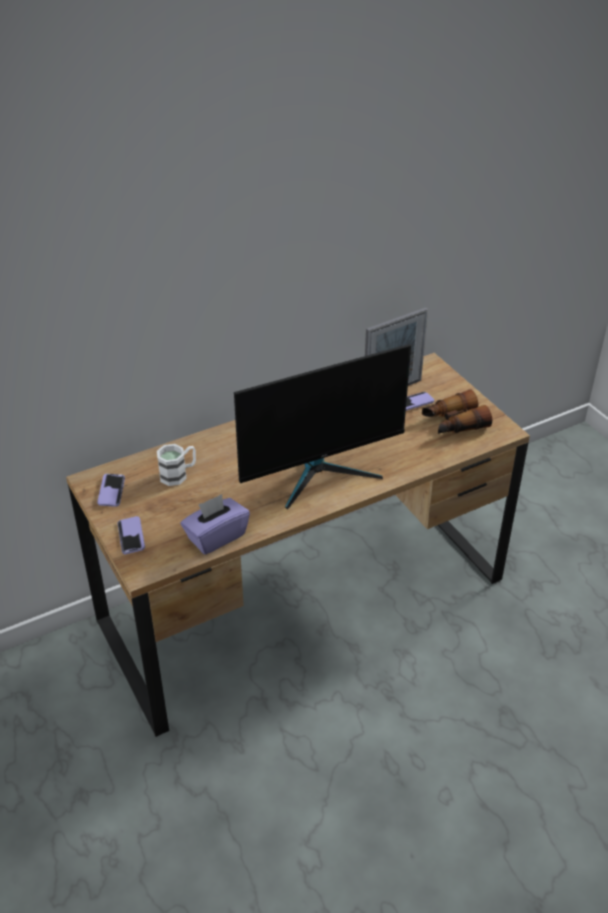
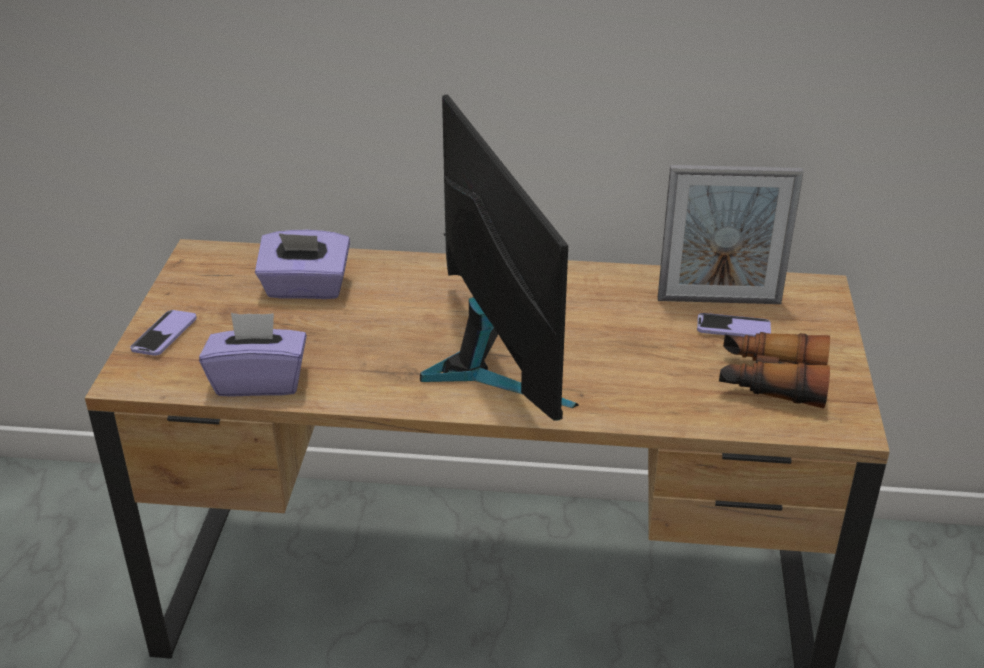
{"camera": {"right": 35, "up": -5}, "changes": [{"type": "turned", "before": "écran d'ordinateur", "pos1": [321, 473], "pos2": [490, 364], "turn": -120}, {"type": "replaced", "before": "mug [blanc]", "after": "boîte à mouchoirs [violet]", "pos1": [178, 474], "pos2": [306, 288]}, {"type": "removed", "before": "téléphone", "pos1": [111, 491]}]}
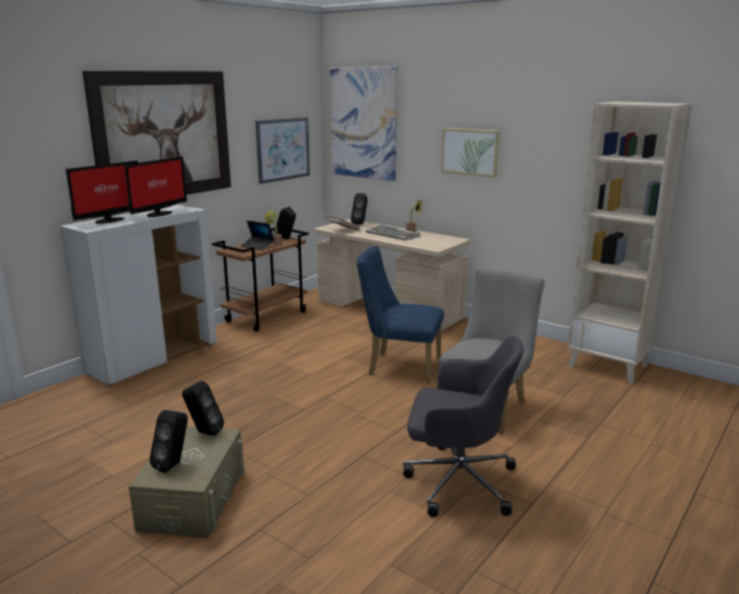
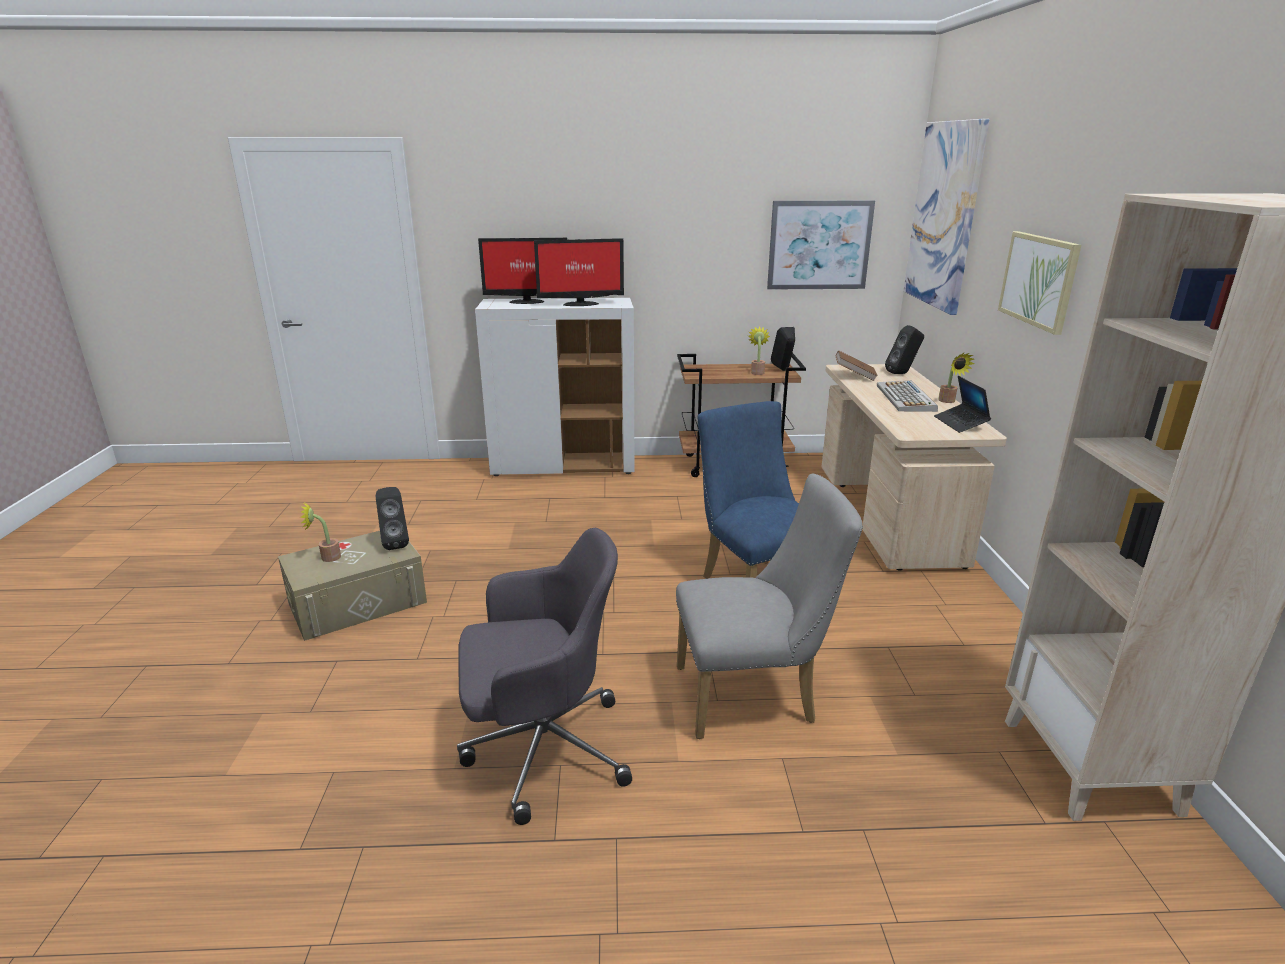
{"camera": {"right": 50, "up": 5}, "changes": [{"type": "removed", "before": "tableau", "pos1": [164, 135]}, {"type": "moved", "before": "ordinateur portable", "pos1": [257, 246], "pos2": [960, 423]}, {"type": "turned", "before": "chaise de bureau [gris]", "pos1": [457, 481], "pos2": [542, 748], "turn": -75}, {"type": "replaced", "before": "enceinte [noir]", "after": "plante en pot", "pos1": [174, 465], "pos2": [327, 557]}]}
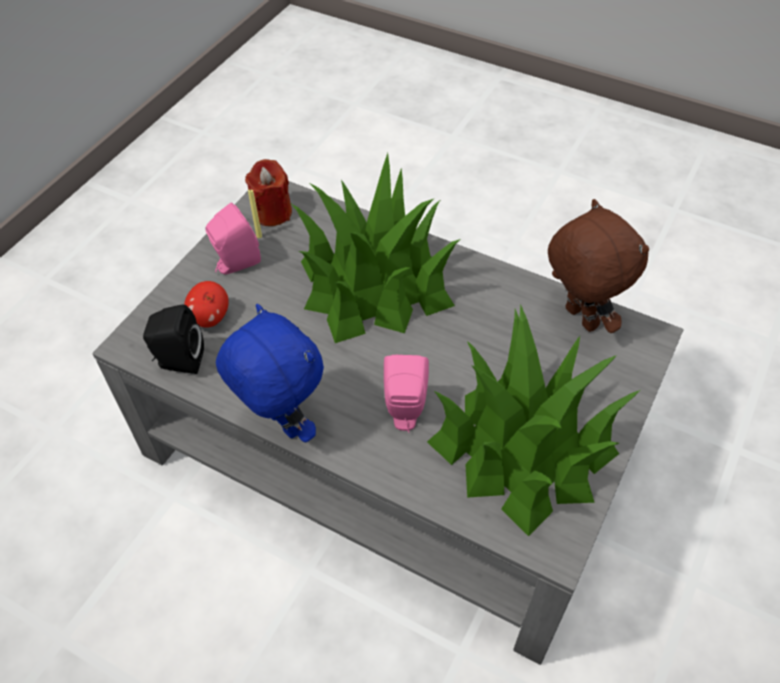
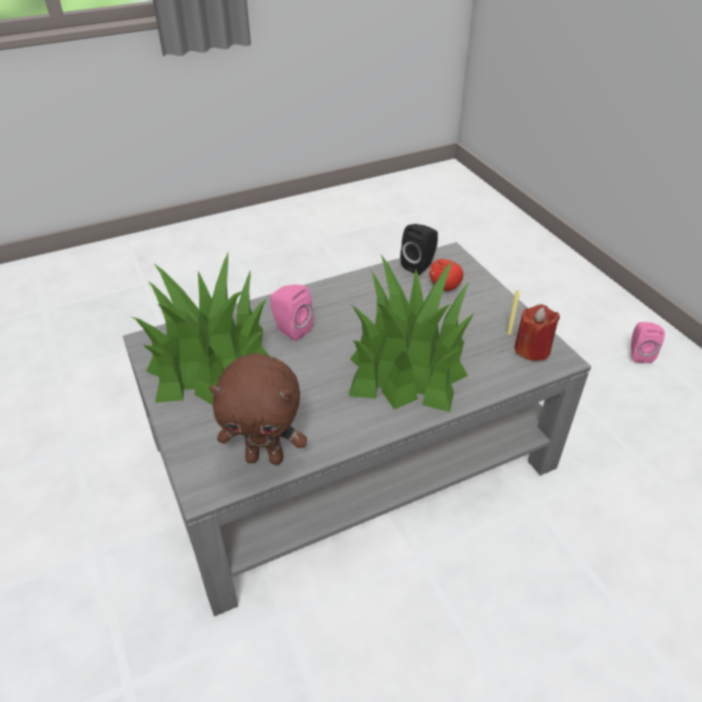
{"camera": {"right": 125, "up": -10}, "changes": [{"type": "moved", "before": "enceinte [rose]", "pos1": [235, 263], "pos2": [638, 354]}, {"type": "removed", "before": "peluche [bleu]", "pos1": [281, 424]}]}
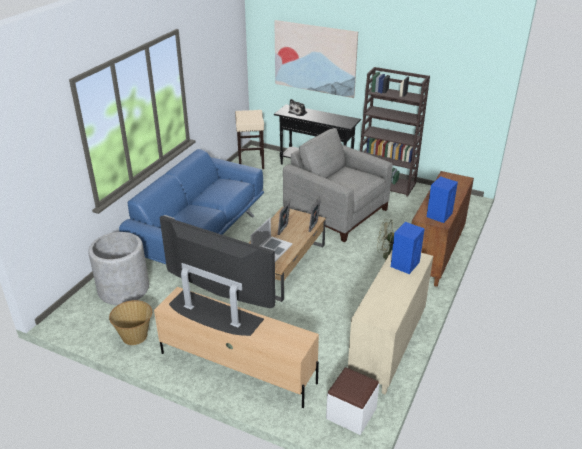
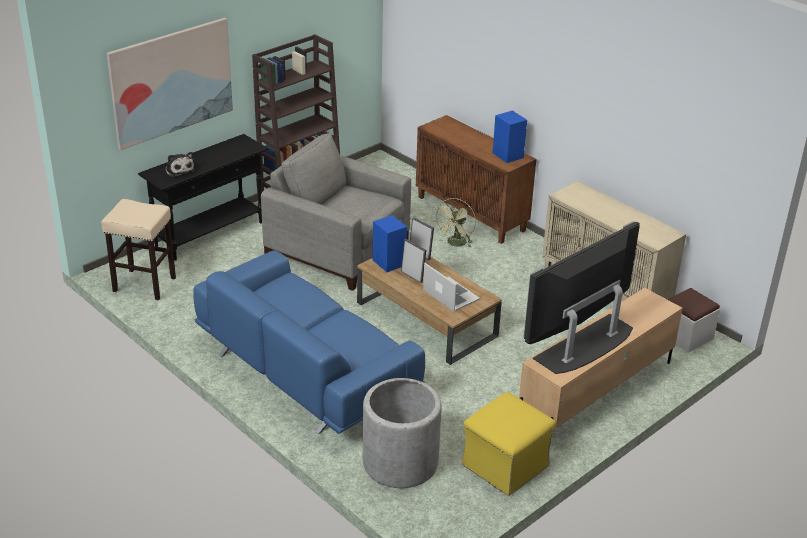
{"camera": {"right": -70, "up": 0}, "changes": [{"type": "turned", "before": "fauteuil [gris]", "pos1": [337, 212], "pos2": [339, 249], "turn": 60}, {"type": "moved", "before": "enceinte [bleu]", "pos1": [405, 264], "pos2": [388, 262]}, {"type": "replaced", "before": "panier", "after": "pouf [jaune]", "pos1": [135, 335], "pos2": [506, 465]}]}
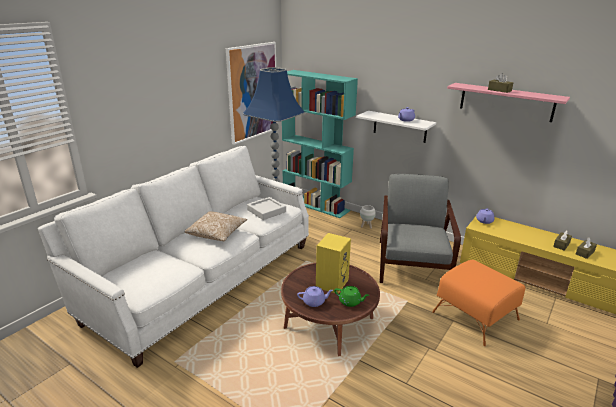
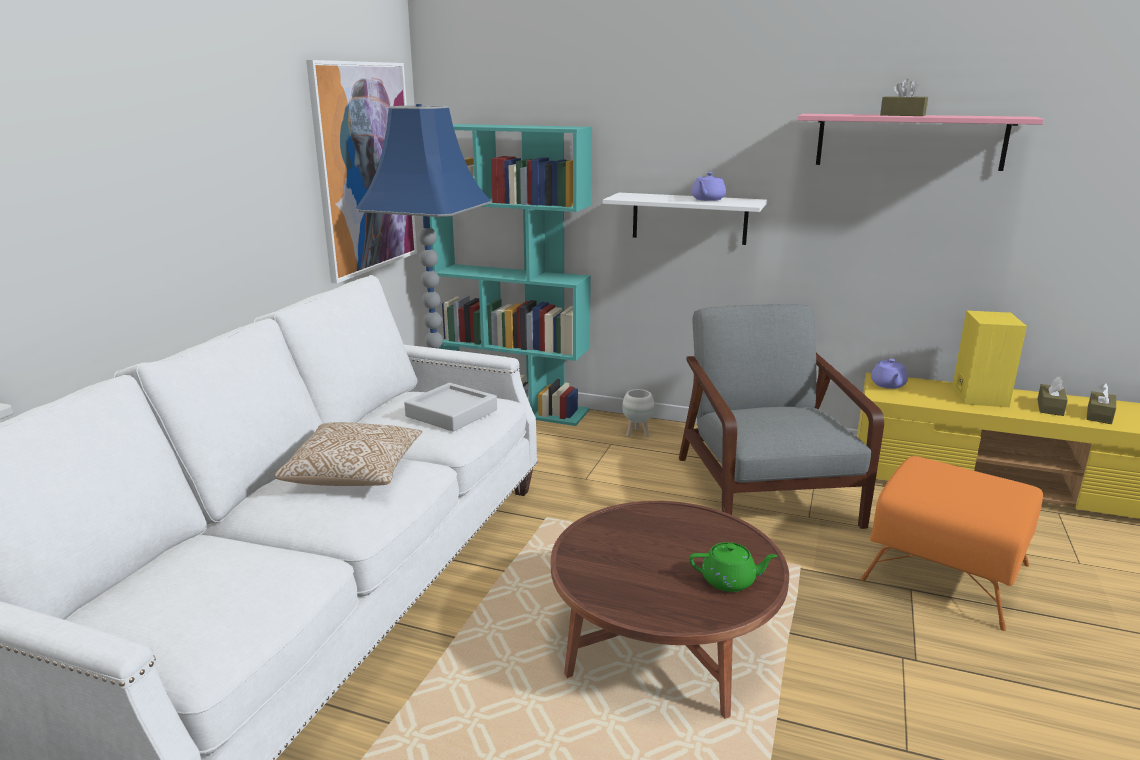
{"camera": {"right": -15, "up": -5}, "changes": [{"type": "moved", "before": "enceinte [jaune]", "pos1": [331, 282], "pos2": [978, 396]}, {"type": "removed", "before": "théière [violet]", "pos1": [314, 302]}]}
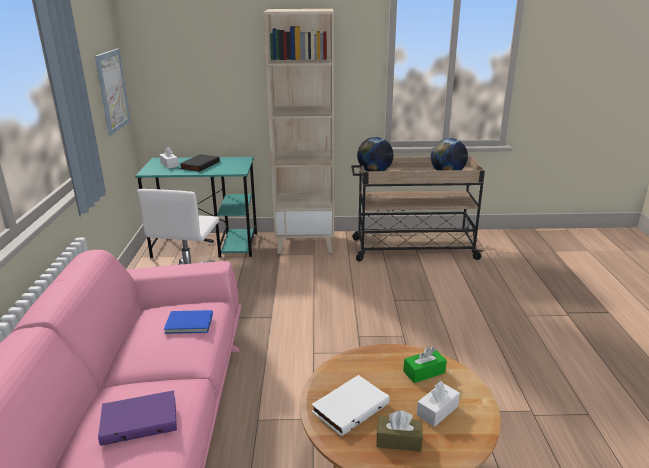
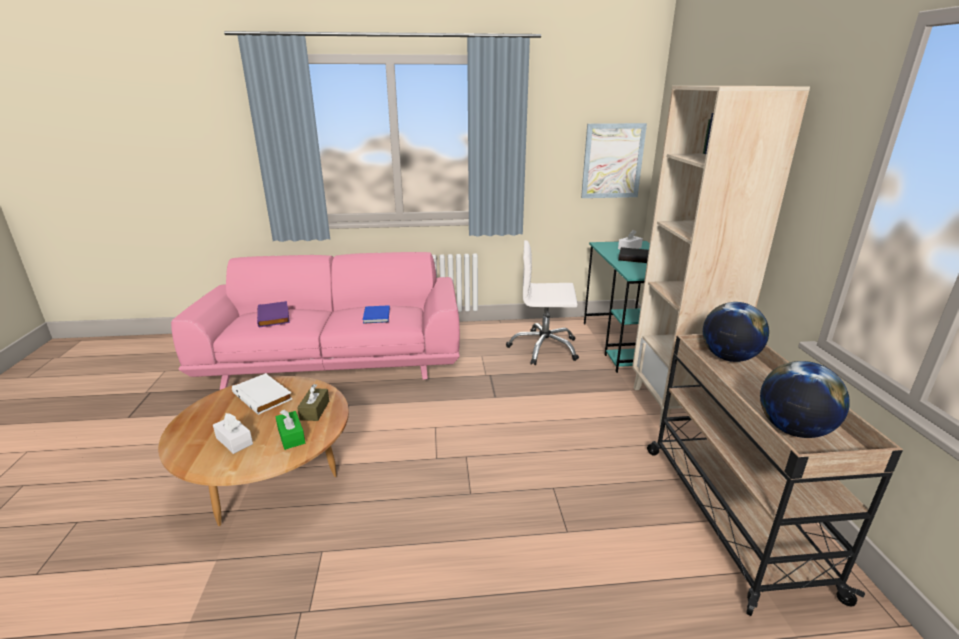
{"camera": {"right": 85, "up": 0}, "changes": [{"type": "moved", "before": "boîte à mouchoirs [marron]", "pos1": [399, 440], "pos2": [314, 410]}]}
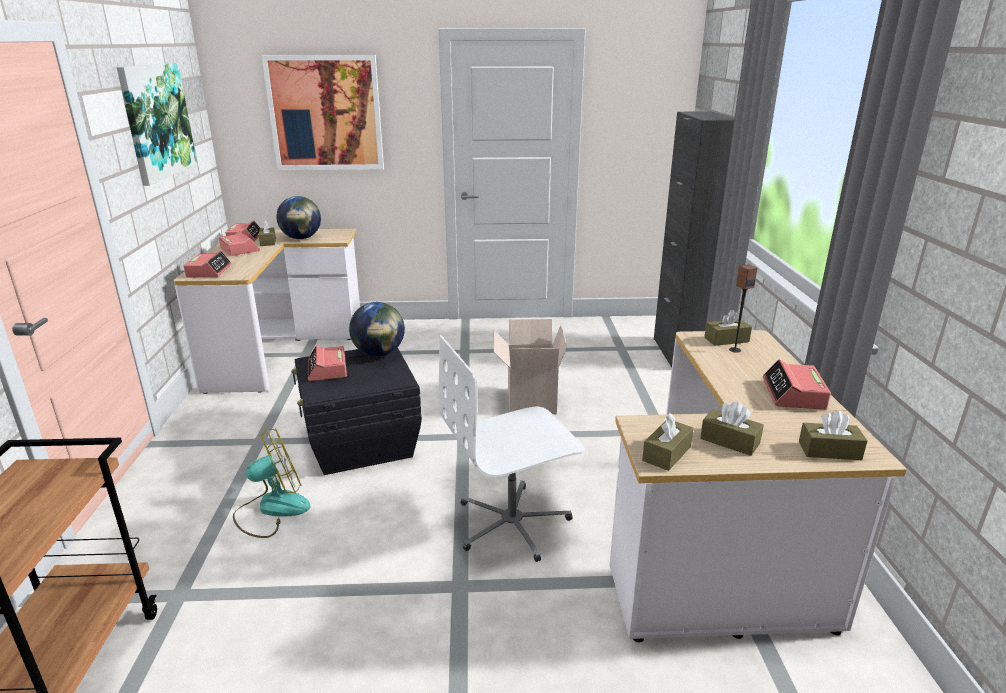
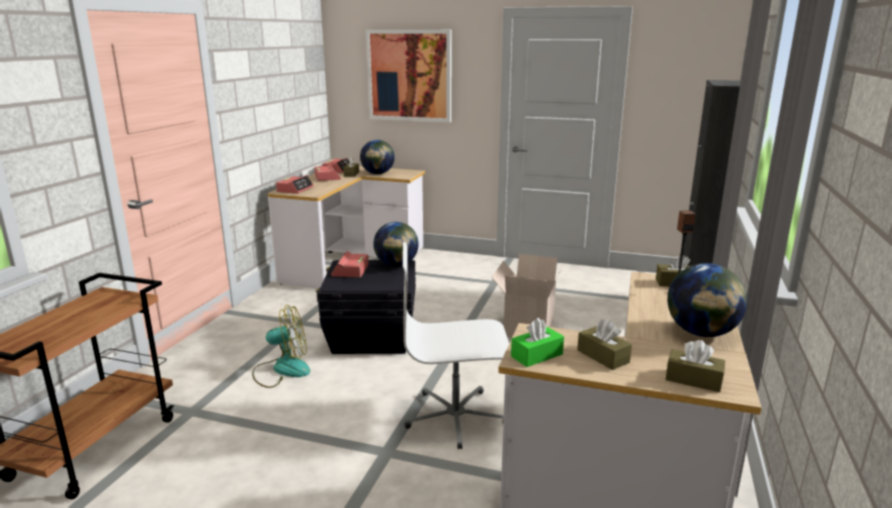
{"camera": {"right": 20, "up": -5}, "changes": [{"type": "removed", "before": "tableau", "pos1": [157, 121]}, {"type": "replaced", "before": "réveil", "after": "globe", "pos1": [793, 394], "pos2": [701, 333]}, {"type": "recoloured", "before": "boîte à mouchoirs [marron]", "after": "boîte à mouchoirs [vert]", "pos1": [666, 453], "pos2": [536, 355]}]}
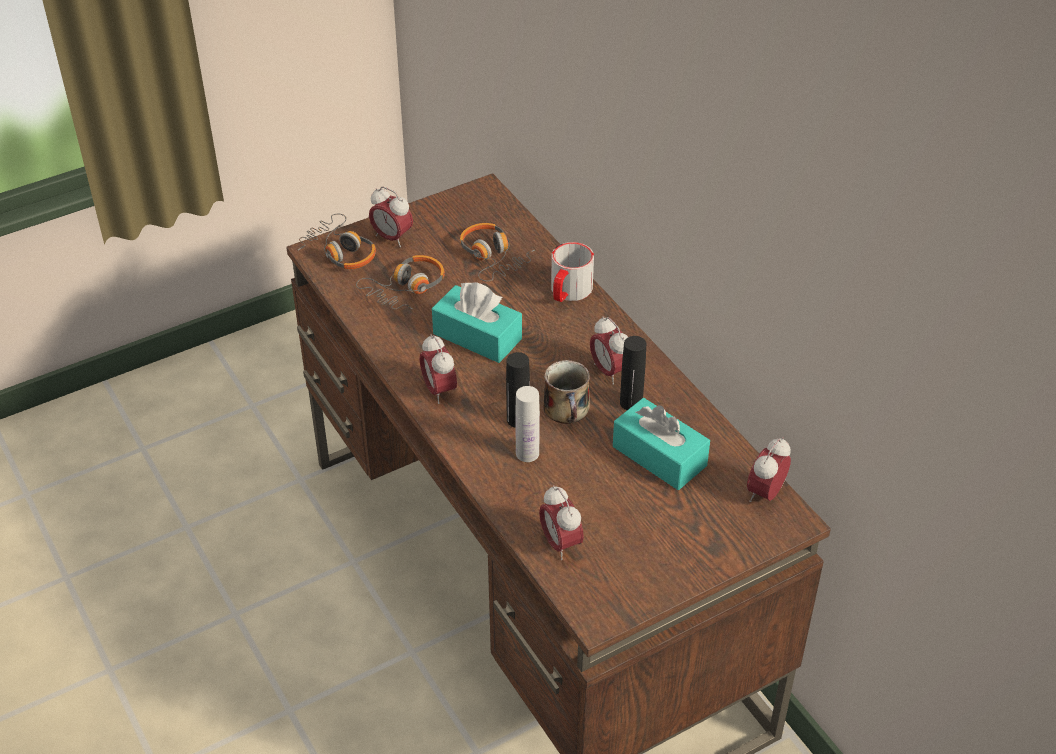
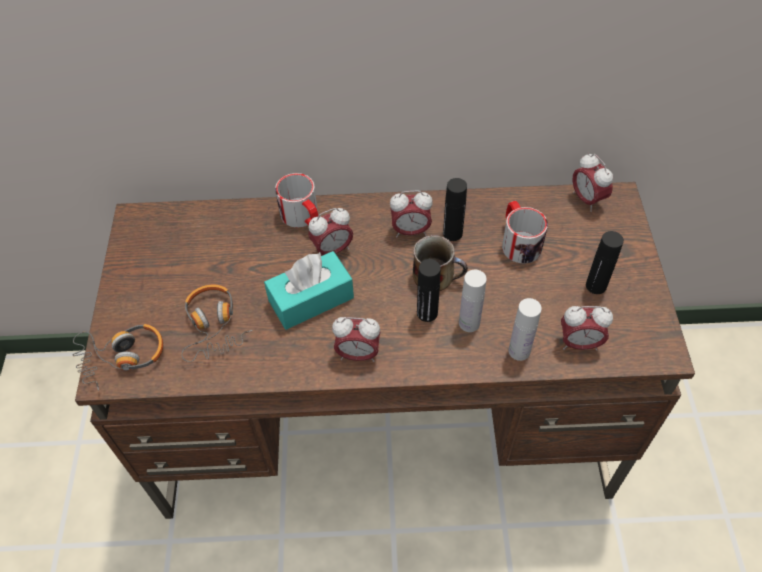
{"camera": {"right": -60, "up": 10}, "changes": [{"type": "moved", "before": "réveil", "pos1": [392, 238], "pos2": [332, 250]}, {"type": "removed", "before": "casque audio", "pos1": [492, 258]}, {"type": "replaced", "before": "boîte à mouchoirs [turquoise]", "after": "mug", "pos1": [659, 456], "pos2": [518, 241]}, {"type": "added", "after": "bouteille [noir]", "pos2": [596, 286]}, {"type": "added", "after": "bouteille [blanc]", "pos2": [519, 351]}]}
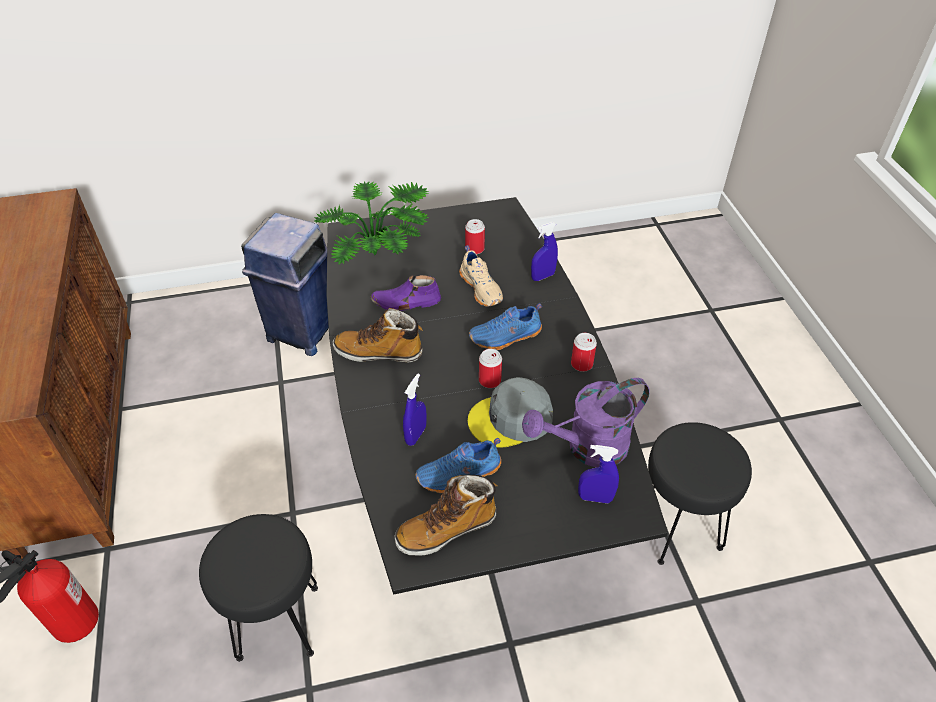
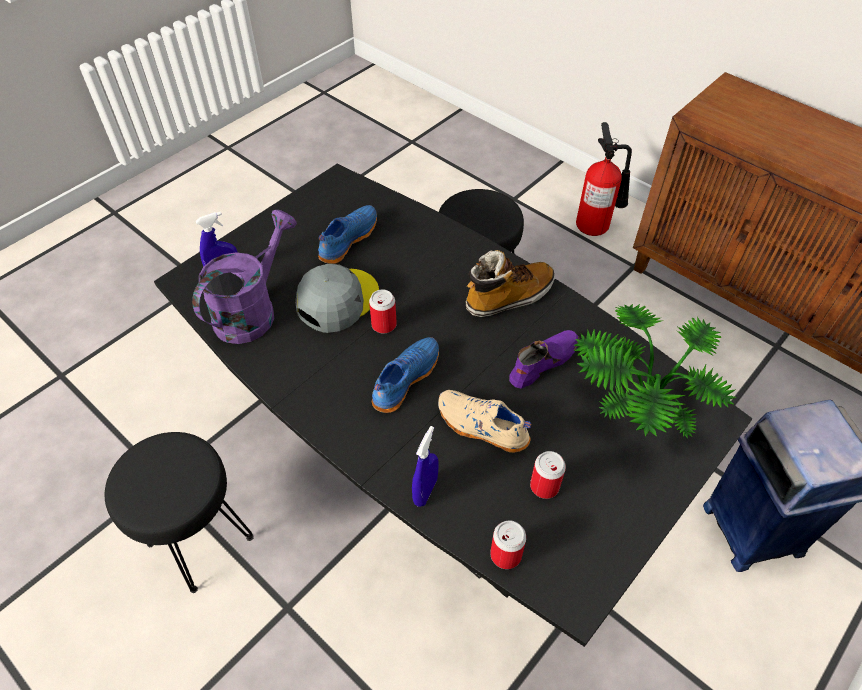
{"camera": {"right": 145, "up": 5}, "changes": [{"type": "moved", "before": "boîte métallique", "pos1": [581, 364], "pos2": [505, 554]}, {"type": "removed", "before": "vaporisateur [bleu]", "pos1": [416, 435]}, {"type": "removed", "before": "botte", "pos1": [447, 529]}]}
